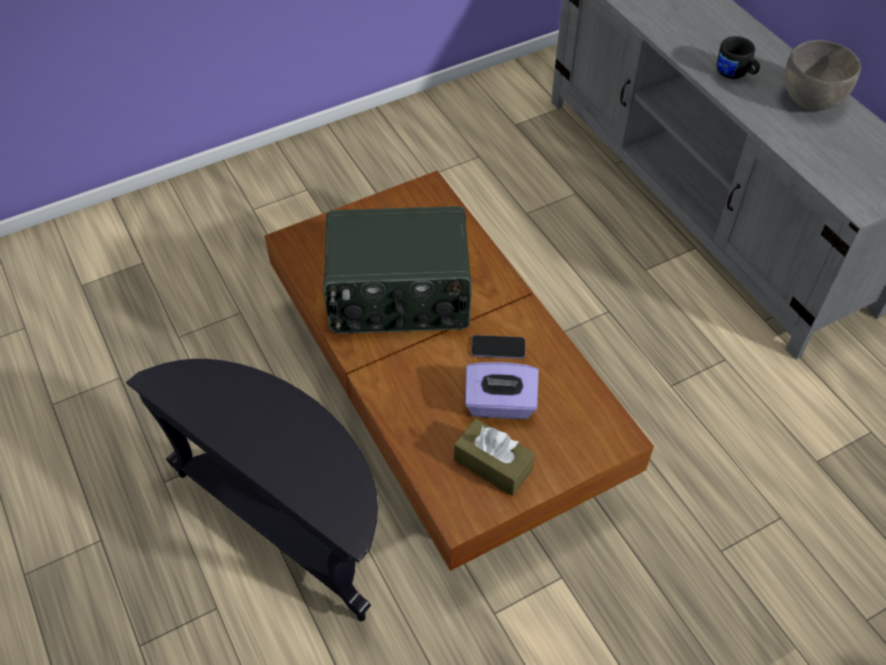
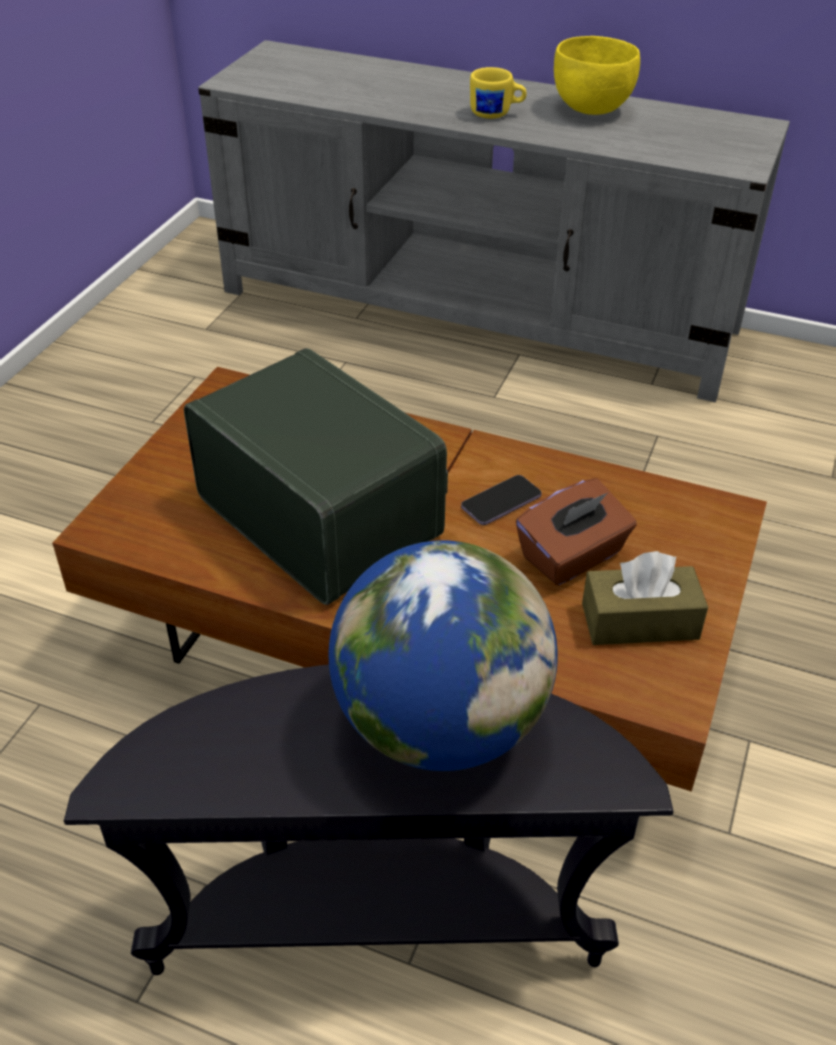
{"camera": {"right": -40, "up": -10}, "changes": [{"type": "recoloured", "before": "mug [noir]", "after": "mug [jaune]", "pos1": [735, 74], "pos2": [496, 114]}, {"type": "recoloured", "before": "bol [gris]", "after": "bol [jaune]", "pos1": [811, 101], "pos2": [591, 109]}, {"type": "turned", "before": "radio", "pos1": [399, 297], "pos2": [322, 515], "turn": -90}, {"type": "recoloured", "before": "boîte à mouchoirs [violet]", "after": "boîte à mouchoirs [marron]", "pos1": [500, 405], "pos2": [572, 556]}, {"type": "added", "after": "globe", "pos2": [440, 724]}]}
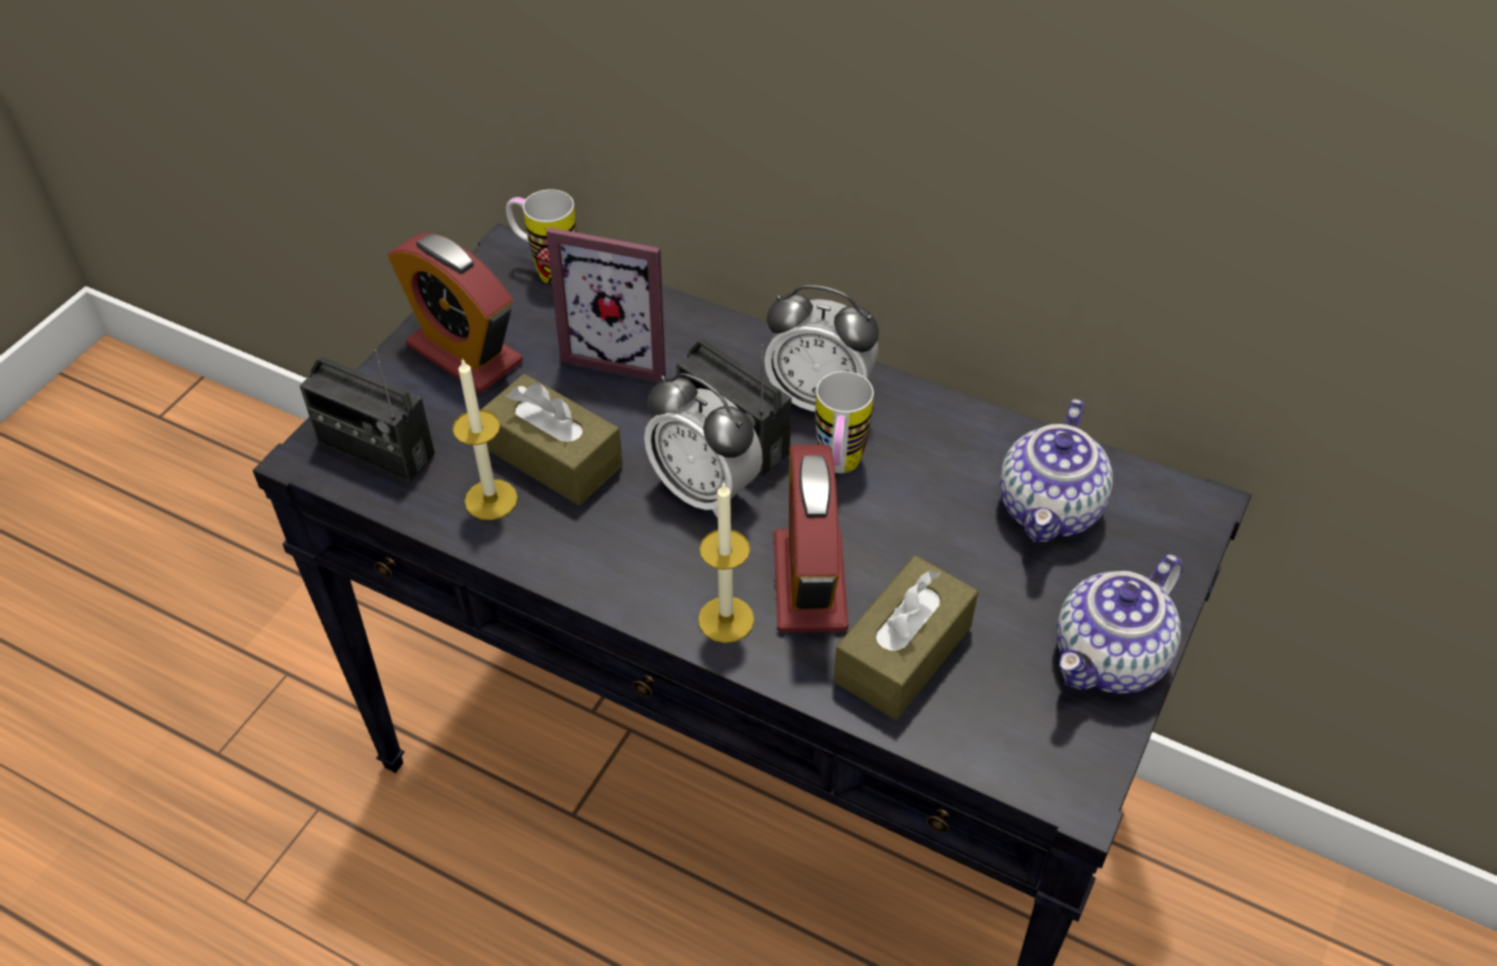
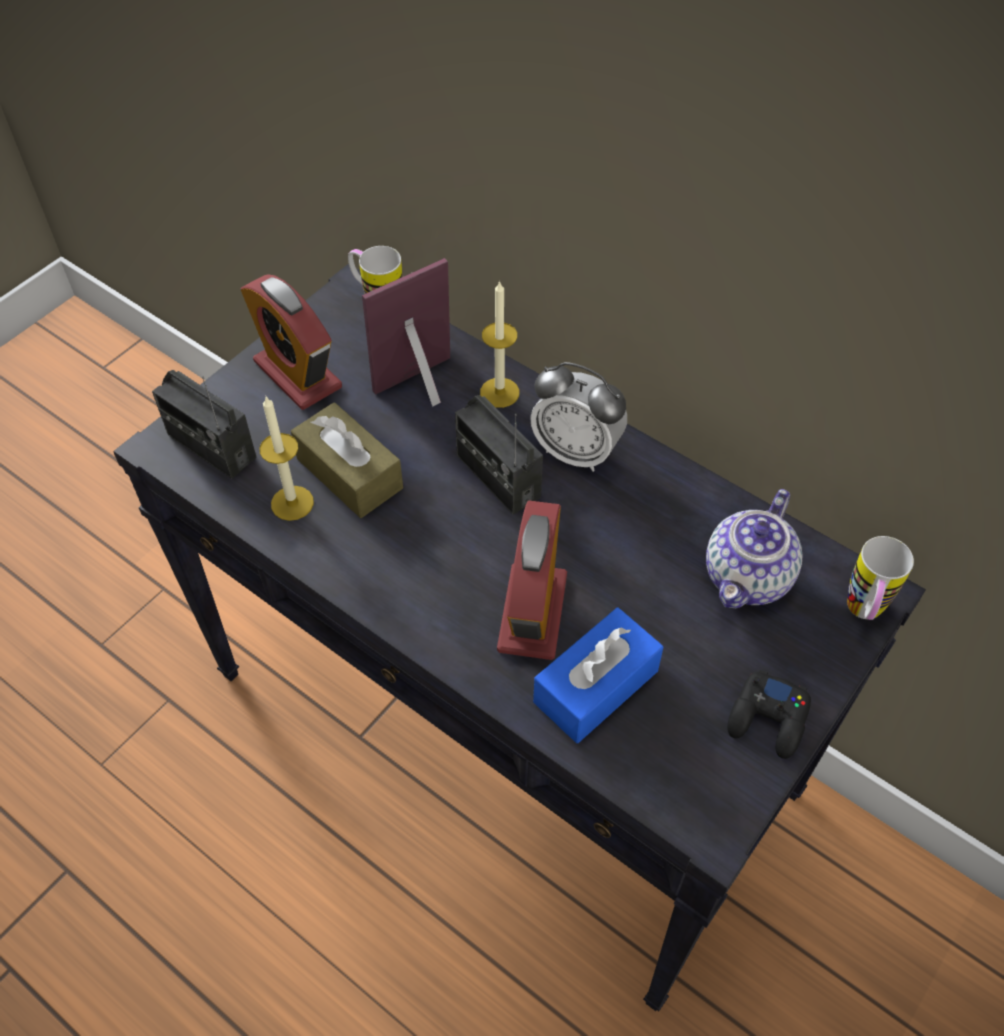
{"camera": {"right": 10, "up": 5}, "changes": [{"type": "turned", "before": "cadre photo", "pos1": [622, 351], "pos2": [424, 388], "turn": 120}, {"type": "moved", "before": "mug", "pos1": [838, 469], "pos2": [862, 614]}, {"type": "removed", "before": "réveil", "pos1": [704, 490]}, {"type": "moved", "before": "bougie", "pos1": [726, 619], "pos2": [499, 392]}, {"type": "replaced", "before": "théière", "after": "manette [noir]", "pos1": [1110, 660], "pos2": [768, 719]}, {"type": "recoloured", "before": "boîte à mouchoirs [marron]", "after": "boîte à mouchoirs [bleu]", "pos1": [903, 653], "pos2": [596, 686]}]}
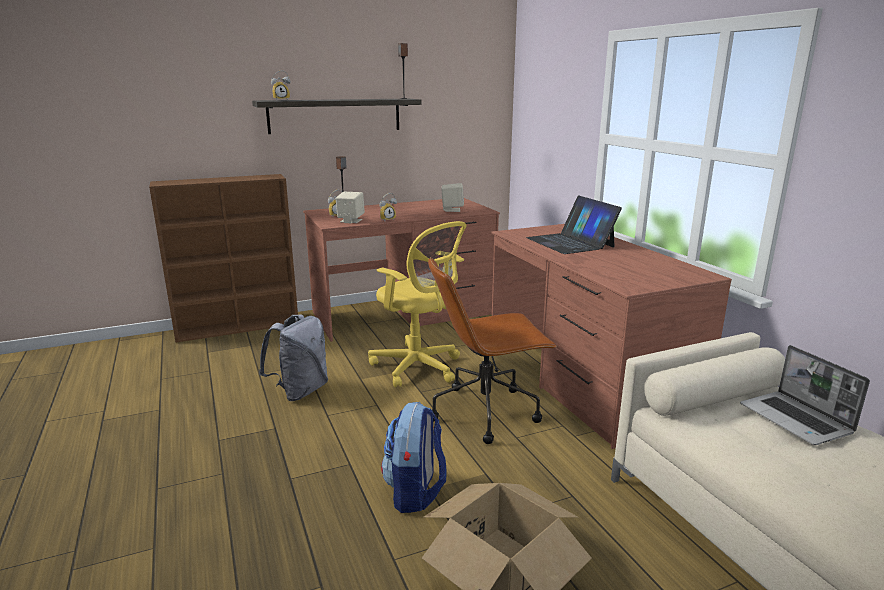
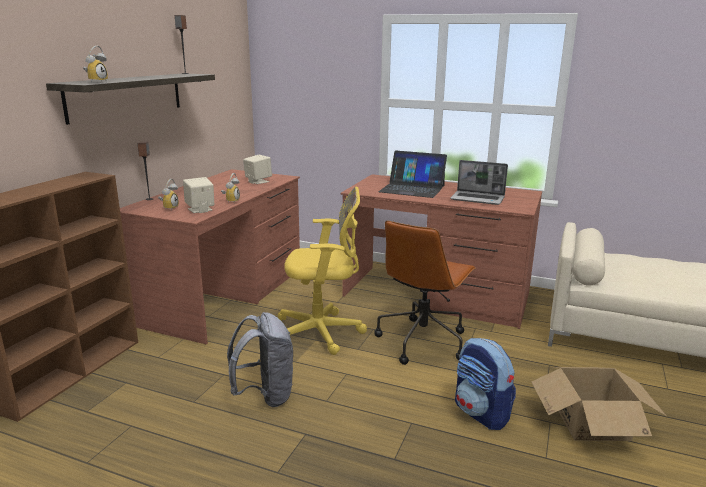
{"camera": {"right": -45, "up": 0}, "changes": [{"type": "moved", "before": "ordinateur portable", "pos1": [796, 420], "pos2": [478, 199]}]}
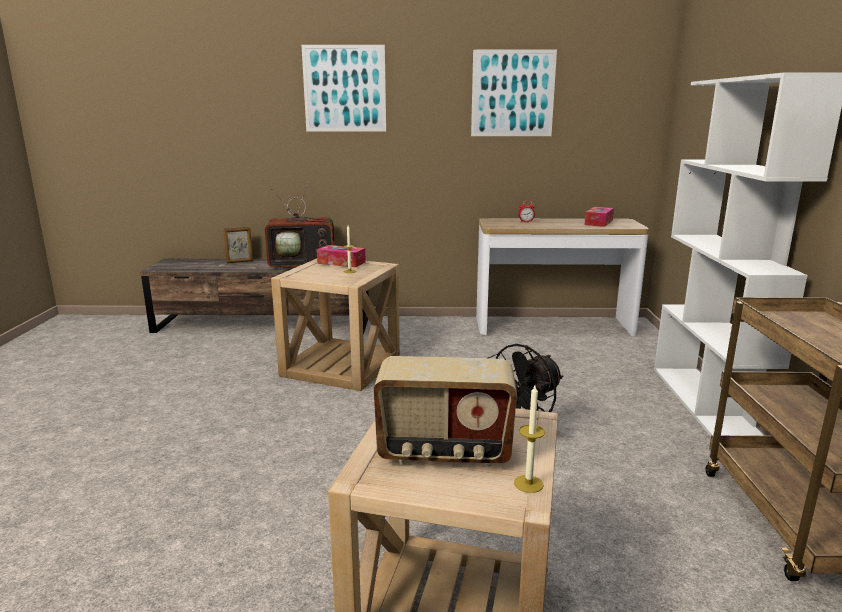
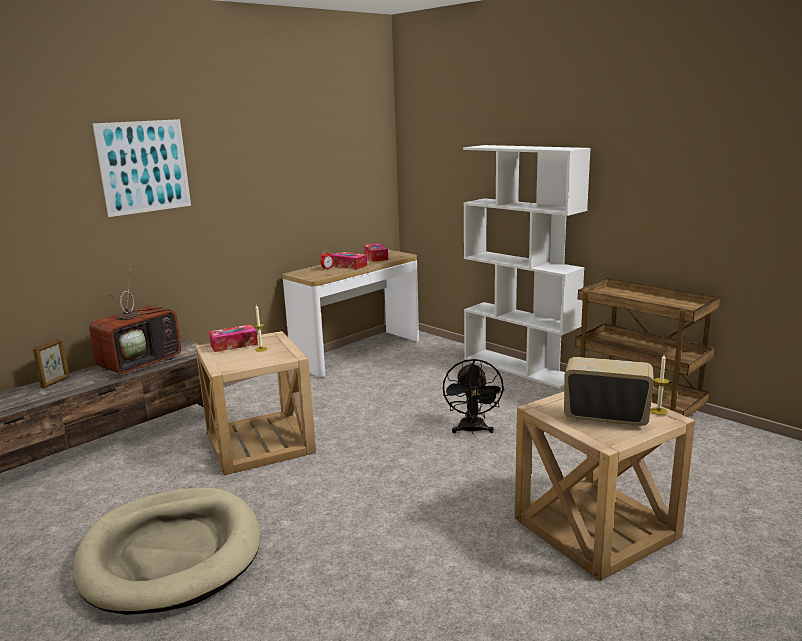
{"camera": {"right": -45, "up": 0}, "changes": [{"type": "removed", "before": "tableau", "pos1": [512, 93]}, {"type": "turned", "before": "radio", "pos1": [444, 452], "pos2": [606, 417], "turn": -120}, {"type": "added", "after": "boîte à mouchoirs", "pos2": [348, 265]}, {"type": "added", "after": "panier pour chien [beige]", "pos2": [171, 554]}]}
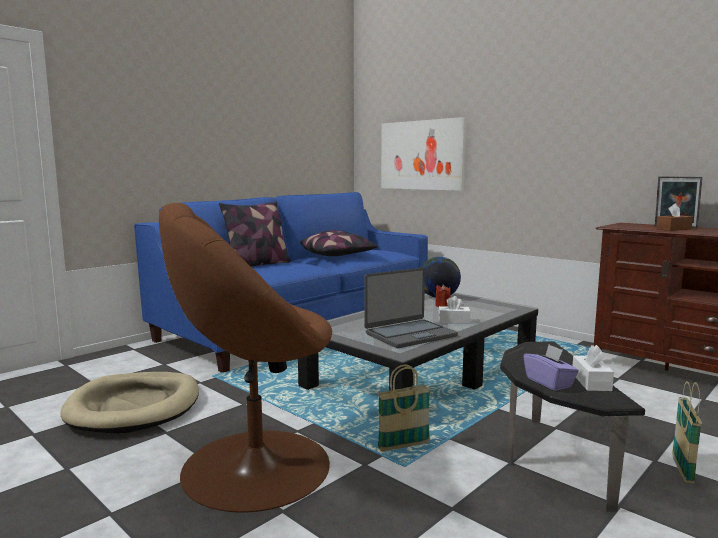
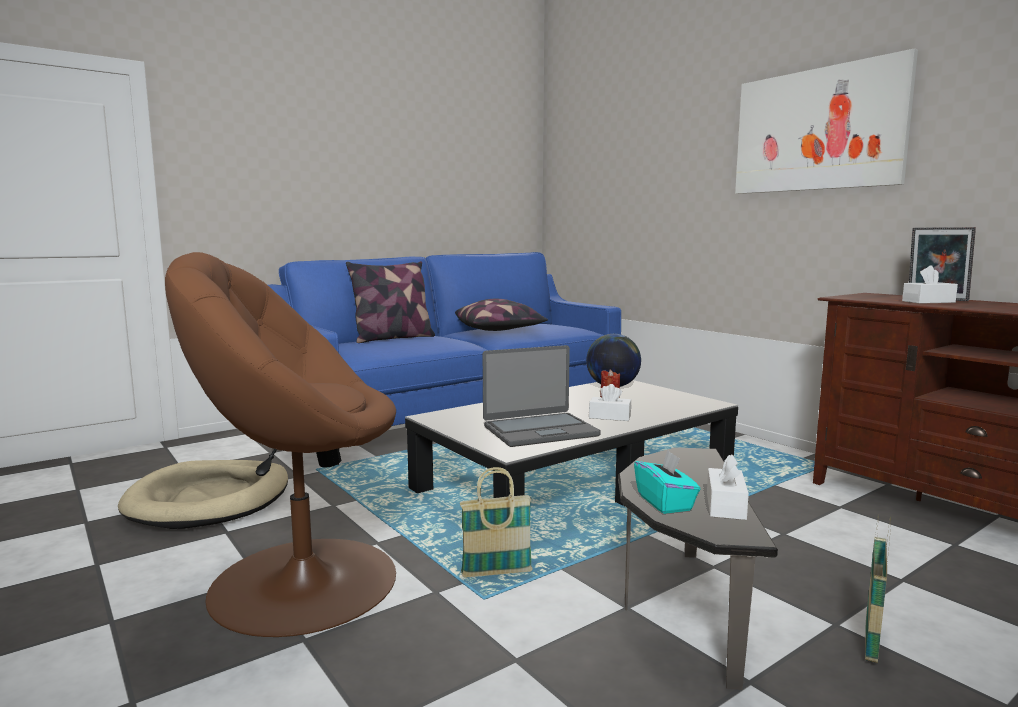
{"camera": {"right": 10, "up": 0}, "changes": [{"type": "moved", "before": "tableau", "pos1": [422, 155], "pos2": [817, 130]}, {"type": "recoloured", "before": "boîte à mouchoirs [marron]", "after": "boîte à mouchoirs [blanc]", "pos1": [673, 229], "pos2": [928, 302]}, {"type": "recoloured", "before": "boîte à mouchoirs [violet]", "after": "boîte à mouchoirs [turquoise]", "pos1": [549, 382], "pos2": [665, 502]}]}
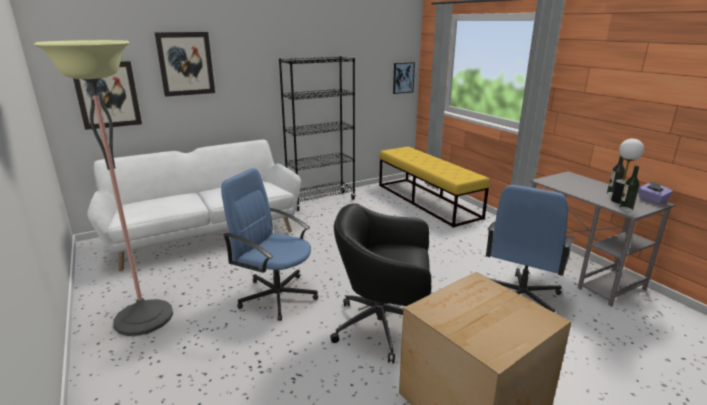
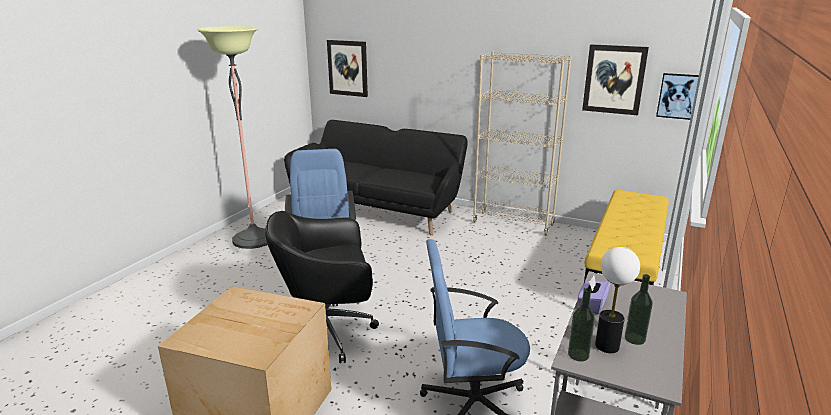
{"camera": {"right": 55, "up": 0}, "changes": [{"type": "moved", "before": "tableau", "pos1": [186, 64], "pos2": [614, 79]}, {"type": "recoloured", "before": "bibliothèque [noir]", "after": "bibliothèque [beige]", "pos1": [321, 201], "pos2": [513, 223]}, {"type": "recoloured", "before": "canapé [blanc]", "after": "canapé [noir]", "pos1": [205, 234], "pos2": [378, 208]}, {"type": "moved", "before": "boîte à mouchoirs [violet]", "pos1": [651, 200], "pos2": [591, 305]}, {"type": "turned", "before": "chaise de bureau [noir]", "pos1": [384, 327], "pos2": [328, 332], "turn": -75}]}
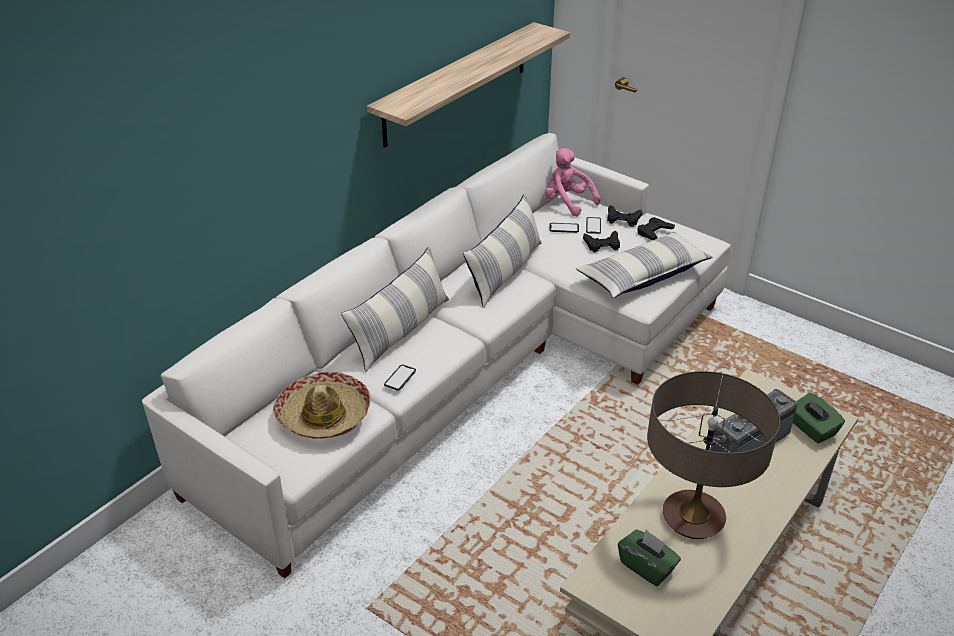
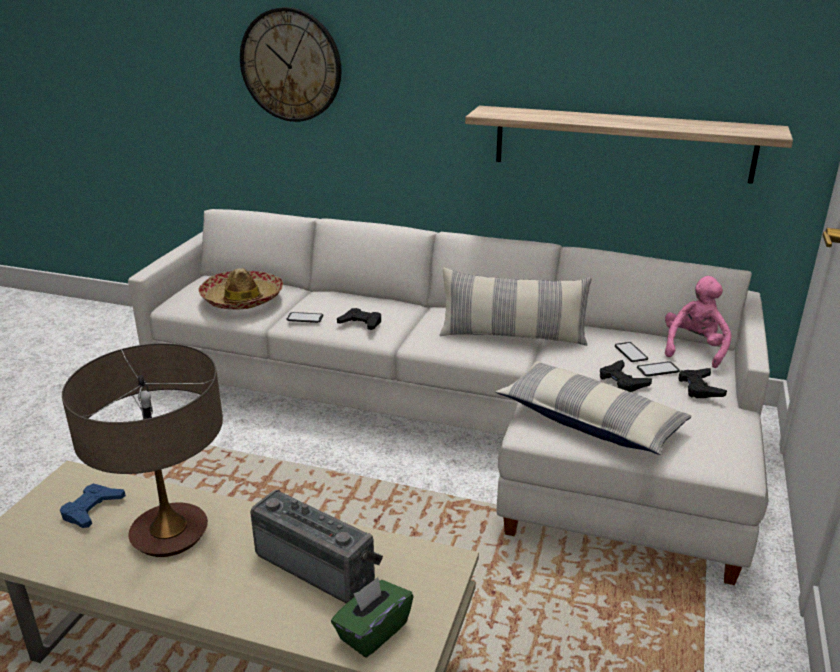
{"camera": {"right": 70, "up": -10}, "changes": [{"type": "moved", "before": "manette [noir]", "pos1": [654, 232], "pos2": [361, 323]}, {"type": "removed", "before": "coussin", "pos1": [401, 331]}, {"type": "replaced", "before": "boîte à mouchoirs [vert]", "after": "manette [bleu]", "pos1": [646, 567], "pos2": [92, 509]}, {"type": "added", "after": "horloge murale", "pos2": [291, 65]}]}
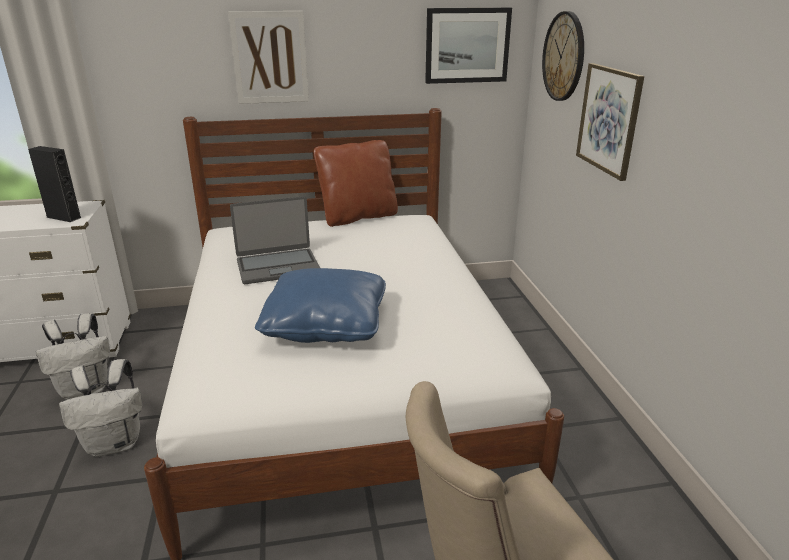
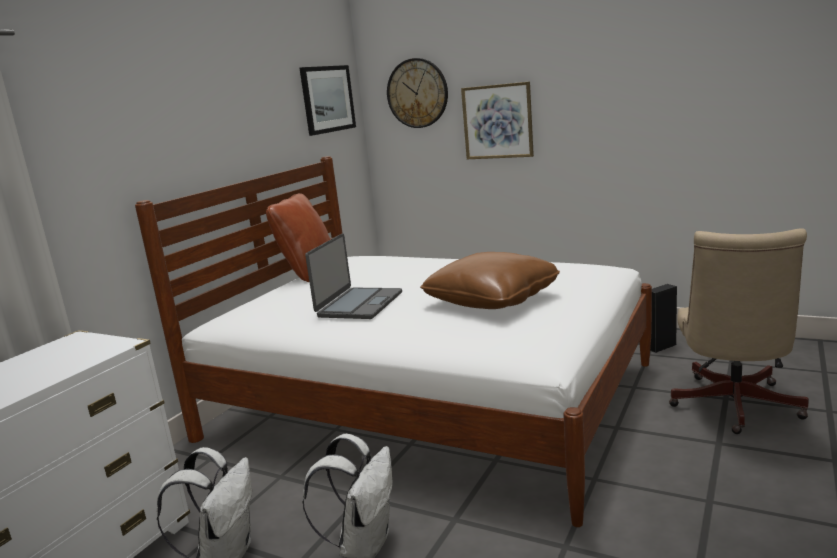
{"camera": {"right": -50, "up": -10}, "changes": [{"type": "removed", "before": "tableau", "pos1": [270, 58]}, {"type": "moved", "before": "enceinte [noir]", "pos1": [64, 217], "pos2": [661, 347]}, {"type": "recoloured", "before": "coussin [bleu]", "after": "coussin [marron]", "pos1": [325, 324], "pos2": [492, 300]}]}
